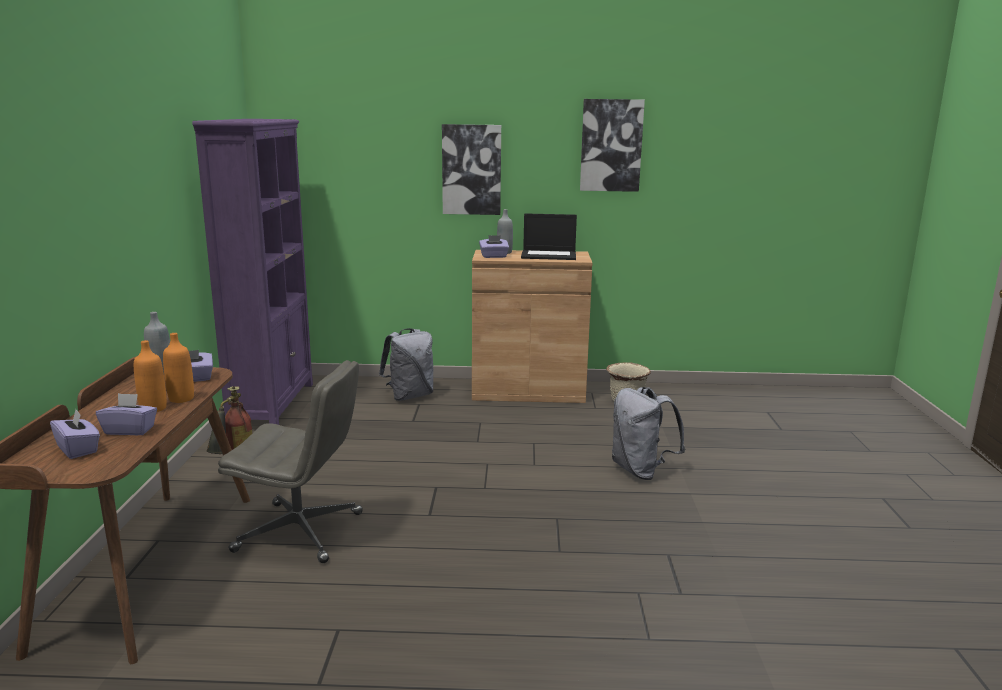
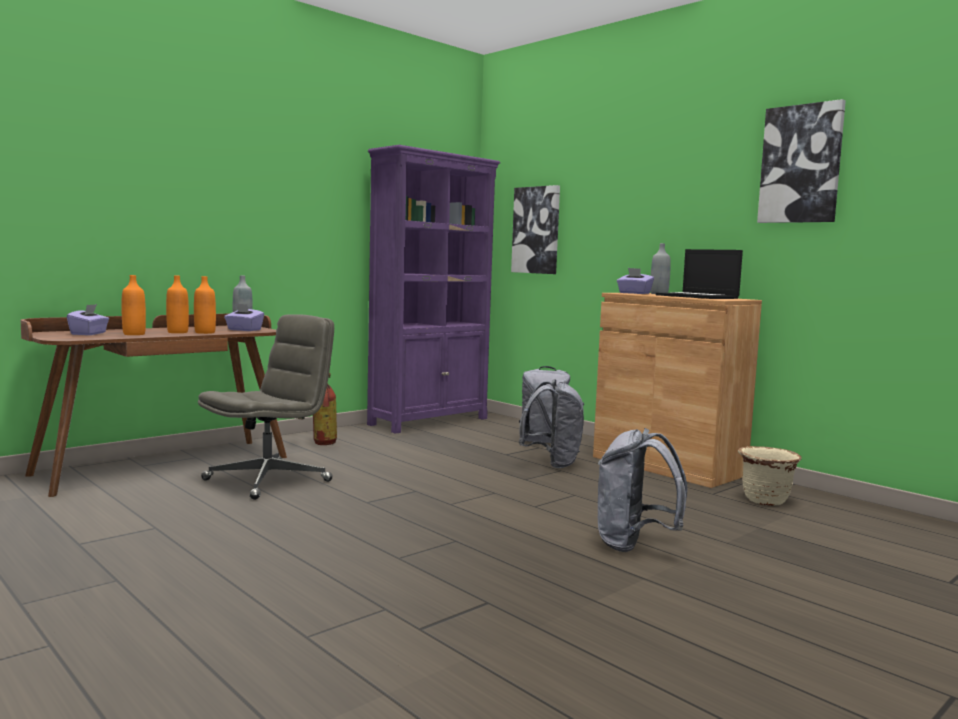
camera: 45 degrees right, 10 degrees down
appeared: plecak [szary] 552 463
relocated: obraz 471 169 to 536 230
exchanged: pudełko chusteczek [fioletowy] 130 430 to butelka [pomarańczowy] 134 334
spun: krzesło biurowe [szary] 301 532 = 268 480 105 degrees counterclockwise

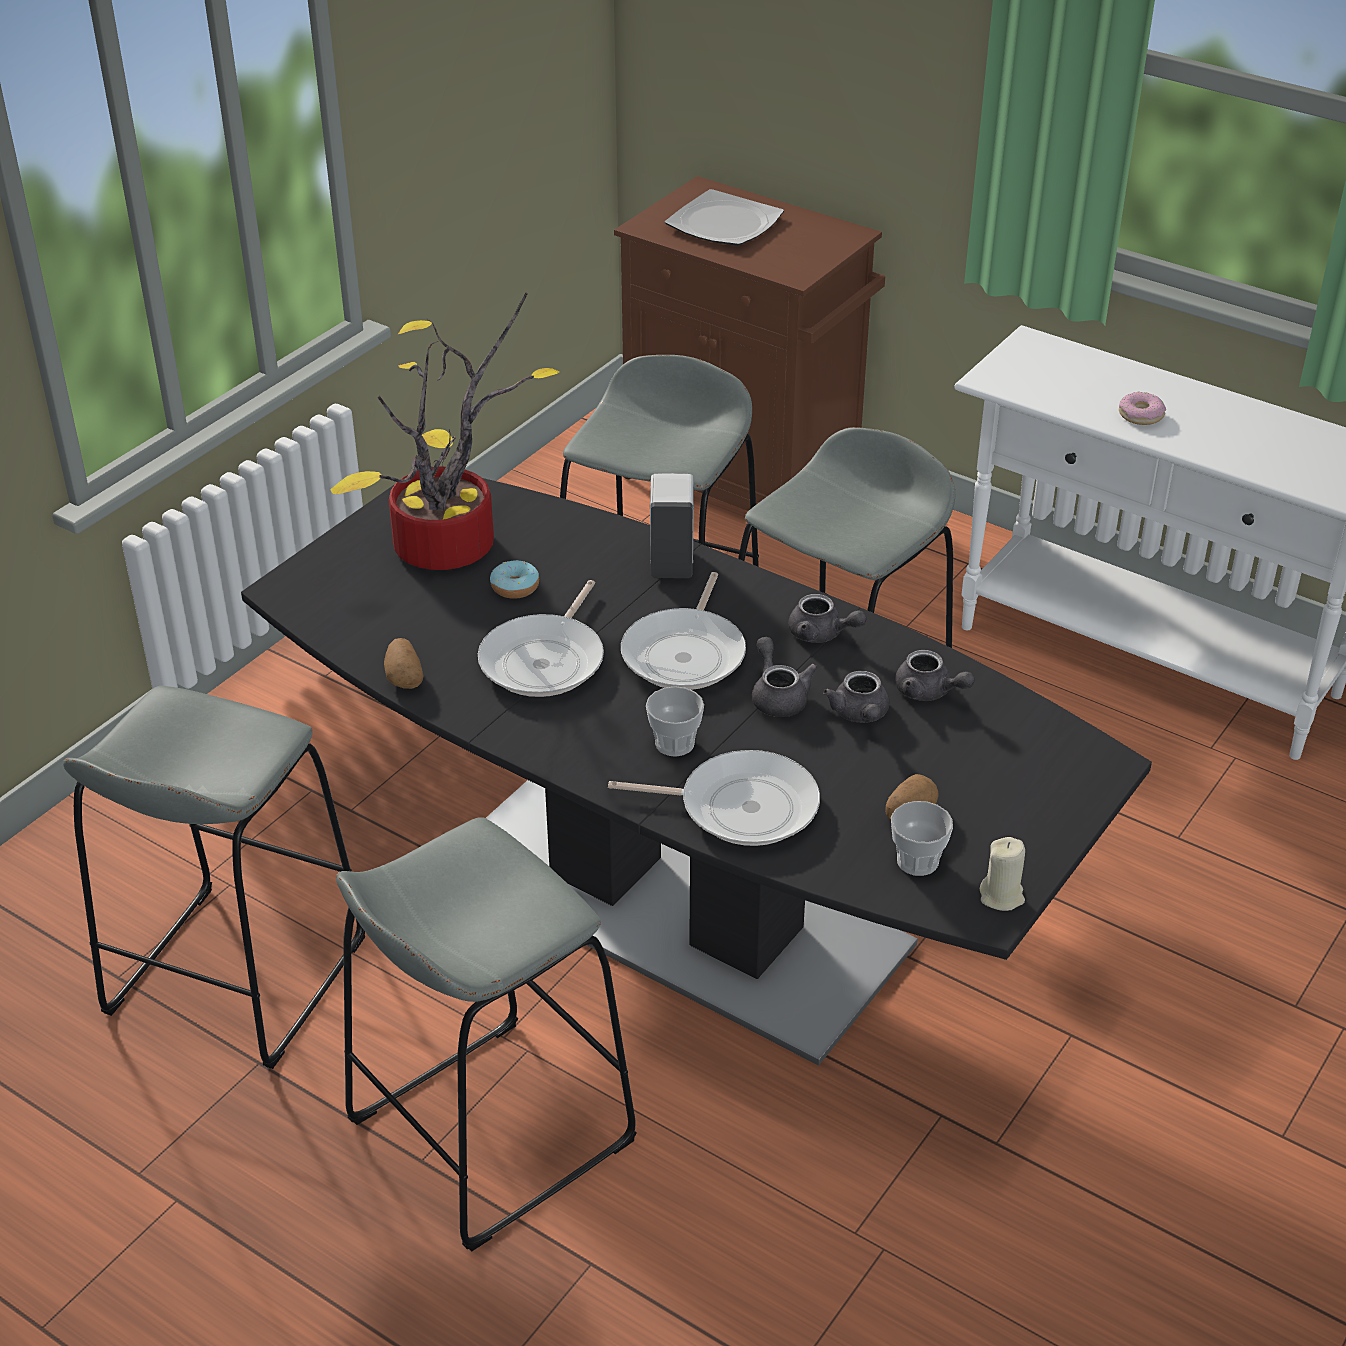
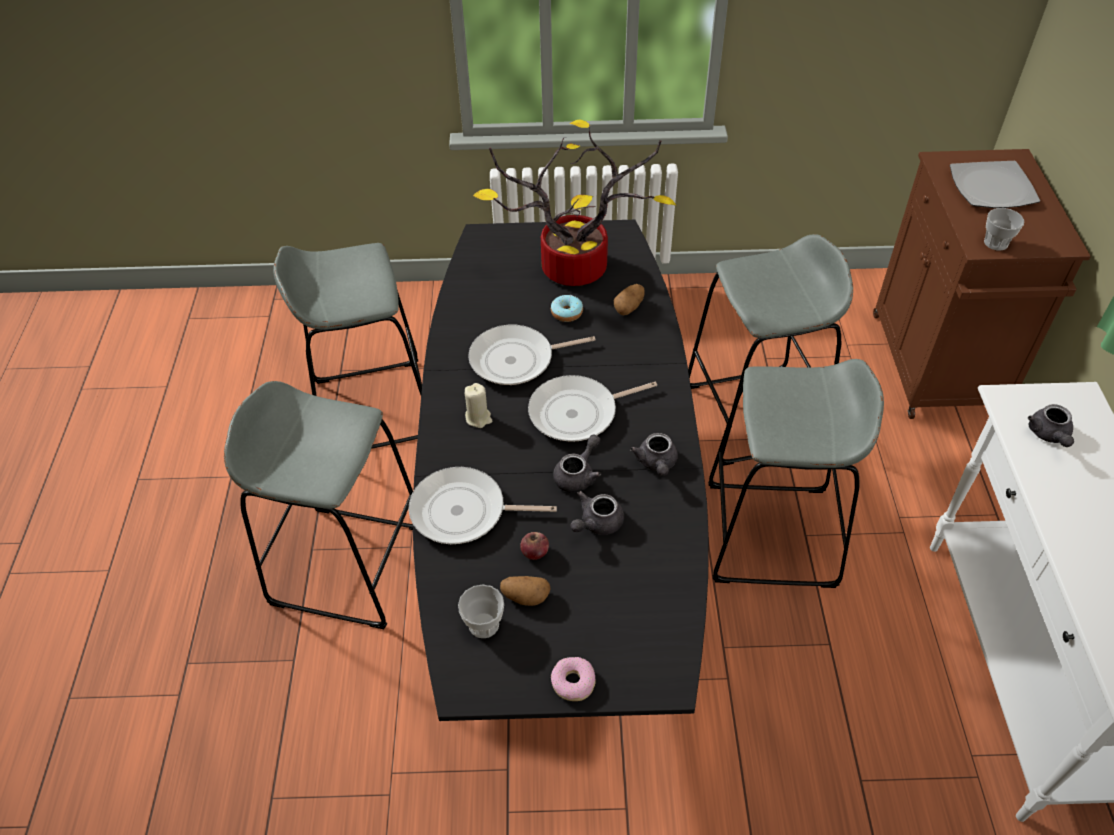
camera: 55 degrees right, 10 degrees up
missing: dozownik mydła [biały] 672 563
appeared: jabłko 535 552
relocated: ziemniak 404 677 to 629 307; filiżanka 674 743 to 996 243; imbryk [szary] 929 692 to 1049 435; świeca [beżowy] 1002 896 to 478 418; donut 1141 415 to 573 682
spun: patelnia 740 807 = 464 512 120 degrees clockwise

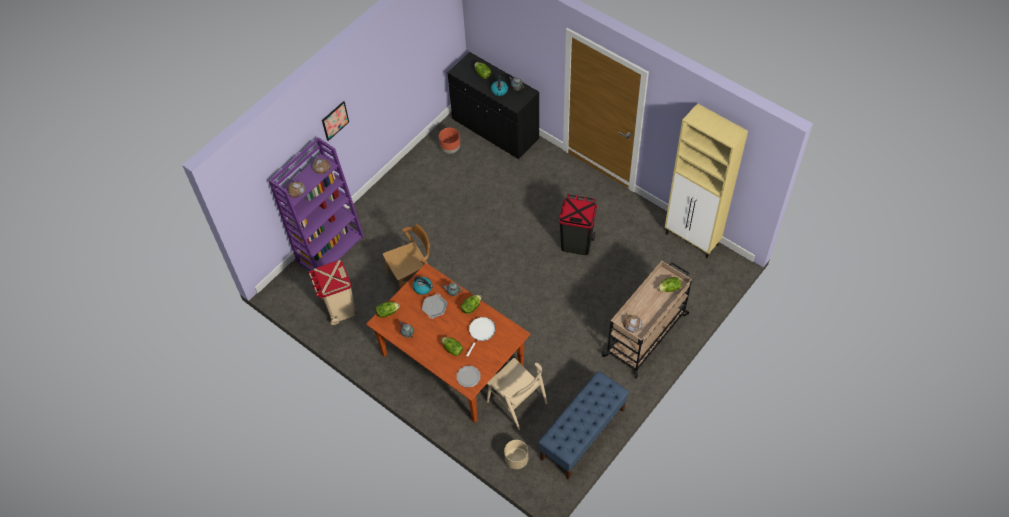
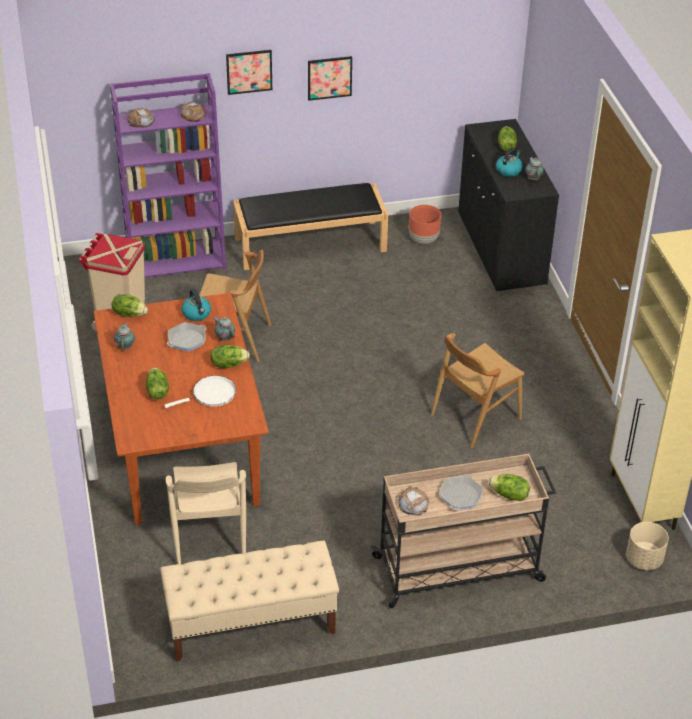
camera: 35 degrees right, 15 degrees down
missing: talerz 468 376
appeared: ławka [czarny] 311 244; obraz 329 78; patelnia 460 496
relocated: donica [beżowy] 516 459 to 643 559
exchanged: kosz na śmieci [czarny] 576 243 to krzesło [brązowy] 475 416
colour: ławka [niebieski] 582 434 to ławka [beżowy] 250 624

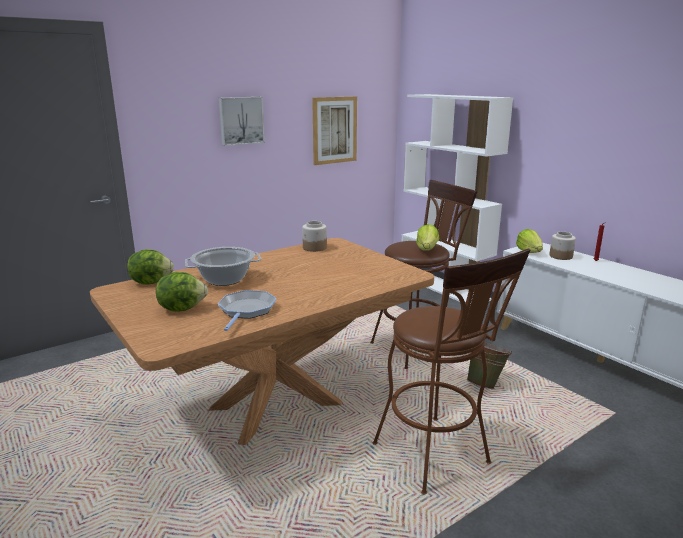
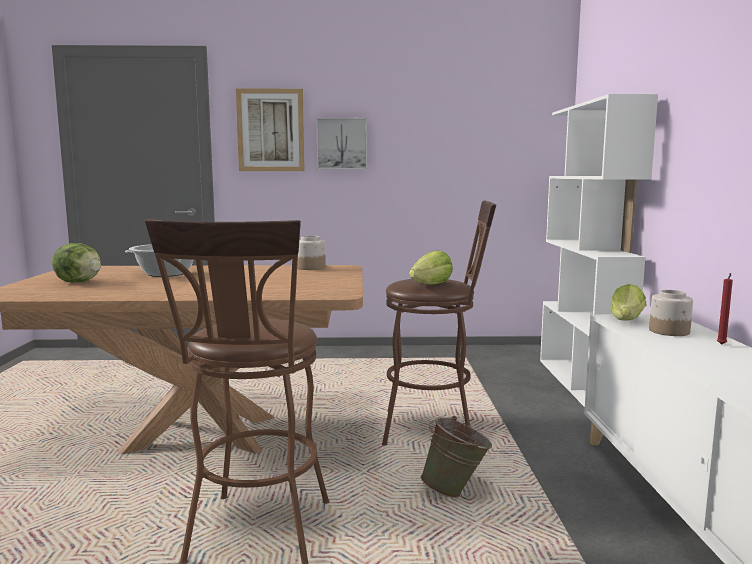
camera: 35 degrees right, 10 degrees down
missing: sałata 151 282; patelnia 246 310
relocated: obraz 334 130 to 270 130

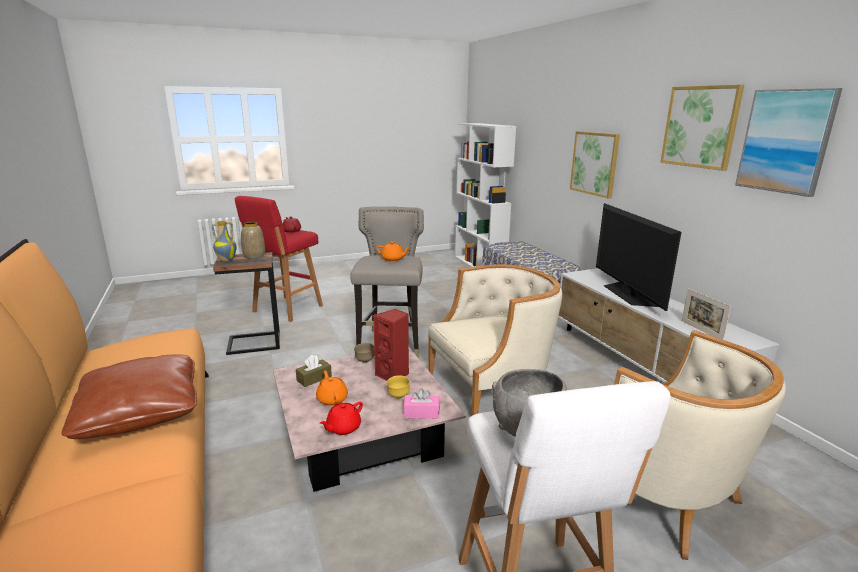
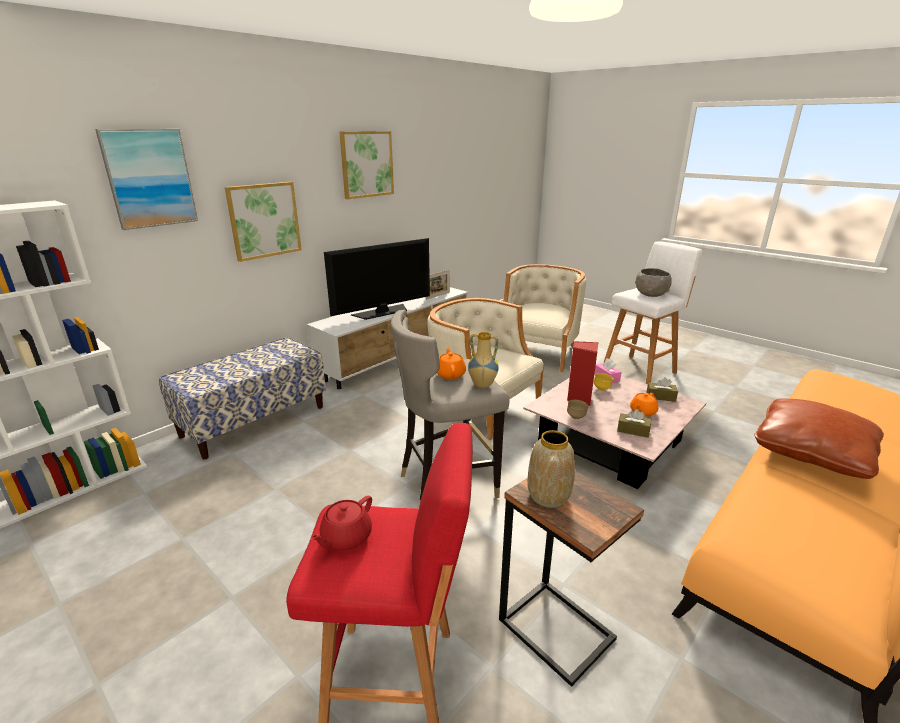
camera: 115 degrees left, 5 degrees up
relocated: wazon 226 260 to 482 385; obraz 785 141 to 149 178
exchanged: imbryk [czerwony] 343 428 to pudełko chusteczek [brązowy] 660 397

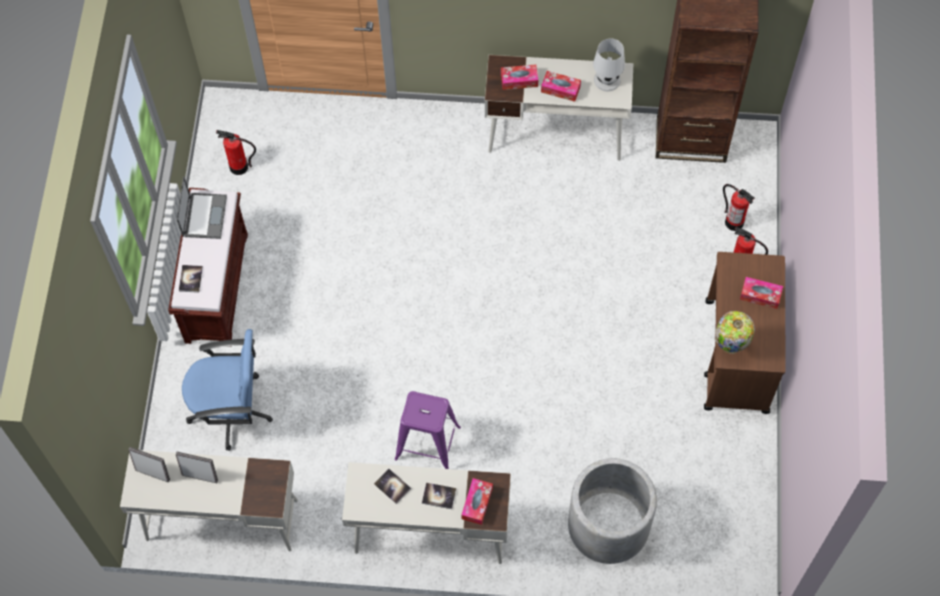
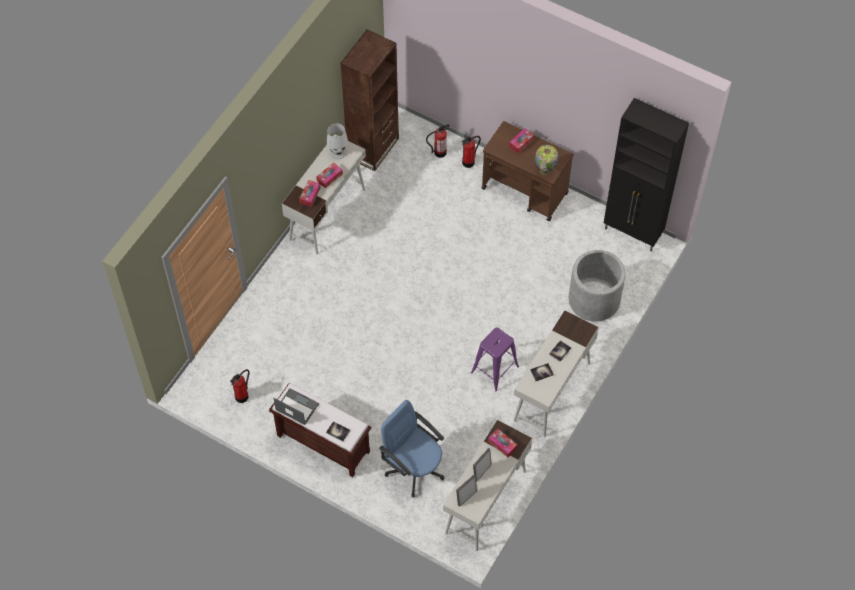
camera: 65 degrees left, 5 degrees down
appeared: szafka [czarny] 633 233
relocated: pudełko chusteczek 477 503 to 502 445
spun: krzesło biurowe [niebieski] 232 409 = 414 468 75 degrees counterclockwise

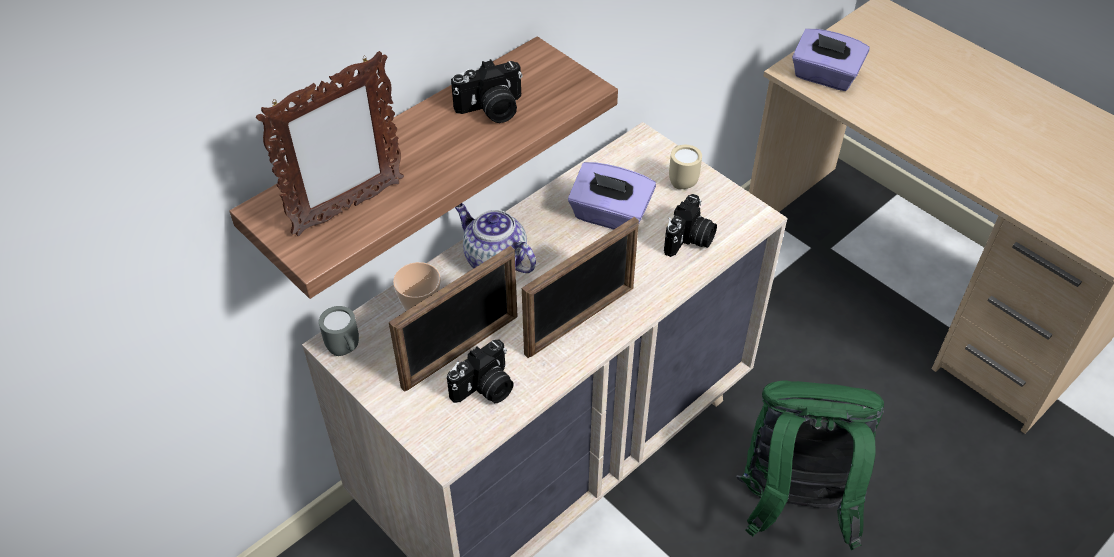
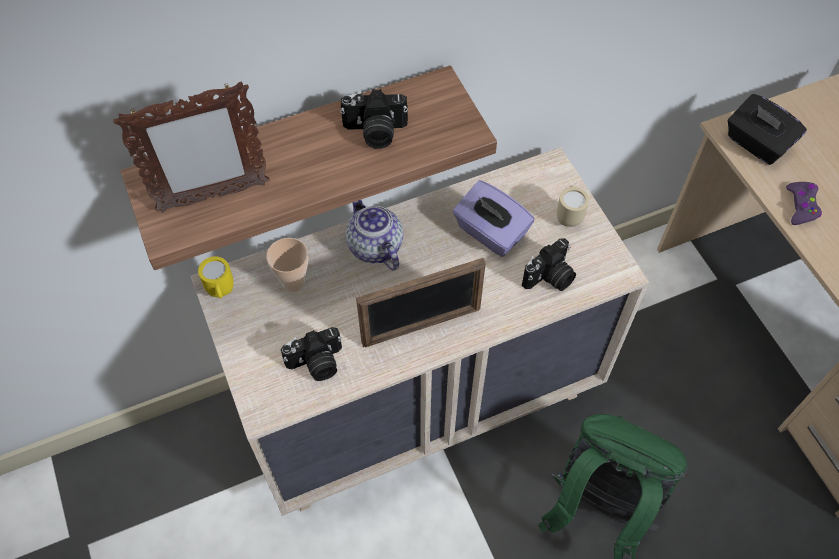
camera: 20 degrees right, 10 degrees up
missing: ramka na zdjęcie 461 351
appeared: pad do gier [fioletowy] 801 206
colour: kubek [szary] 346 351 to kubek [żółty] 221 293; pudełko chusteczek [fioletowy] 824 76 to pudełko chusteczek [czarny] 756 144

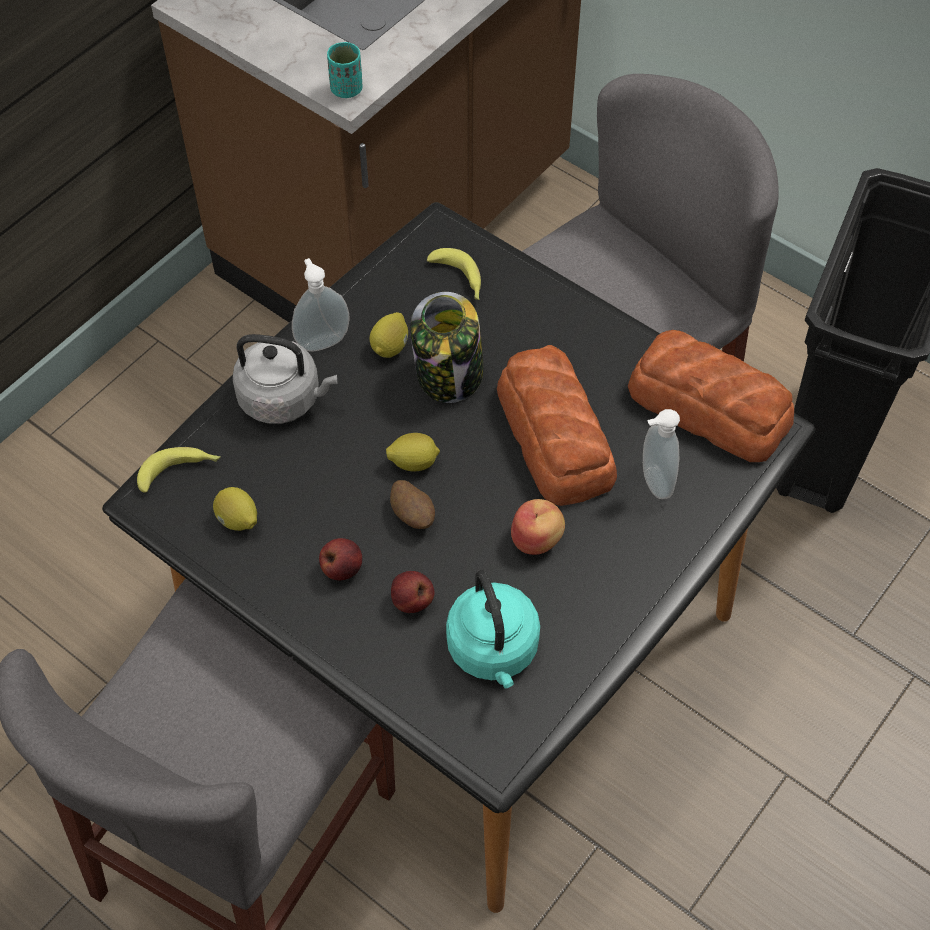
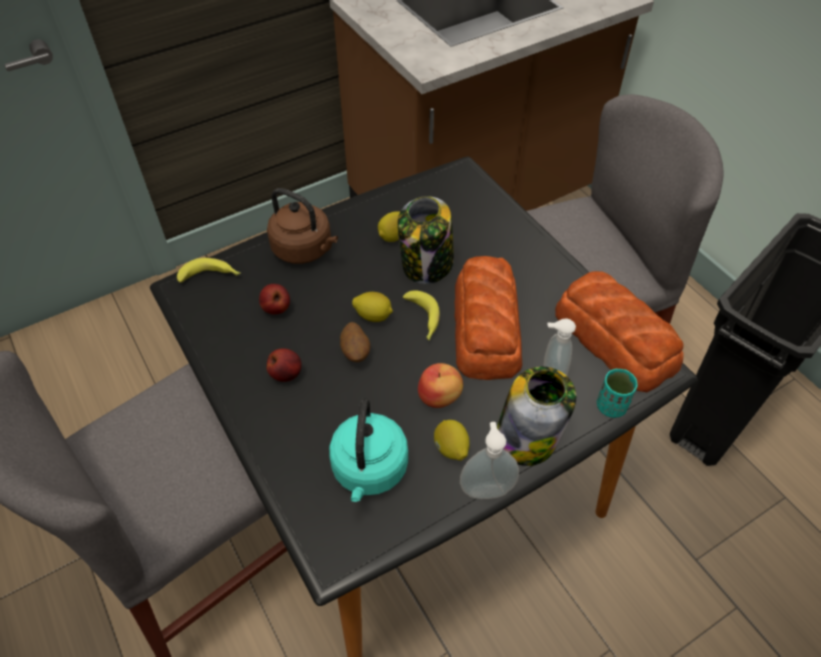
camera: 20 degrees right, 5 degrees down
appeared: słoik 527 437
relocated: cytryna 237 520 to 451 448; dozownik mydła 322 340 to 486 488; filiżanka [turkusowy] 346 89 to 611 406; jabłko 412 602 to 276 309; banan 459 280 to 423 320
colour: czajnik [szary] 284 399 to czajnik [brązowy] 305 249

